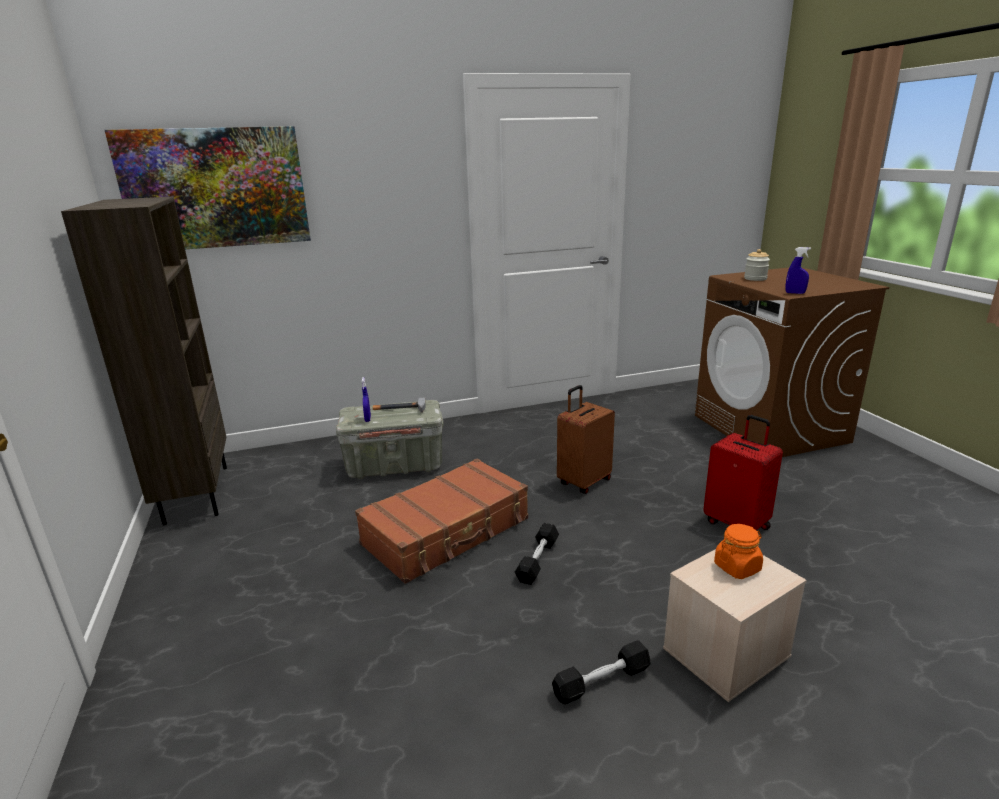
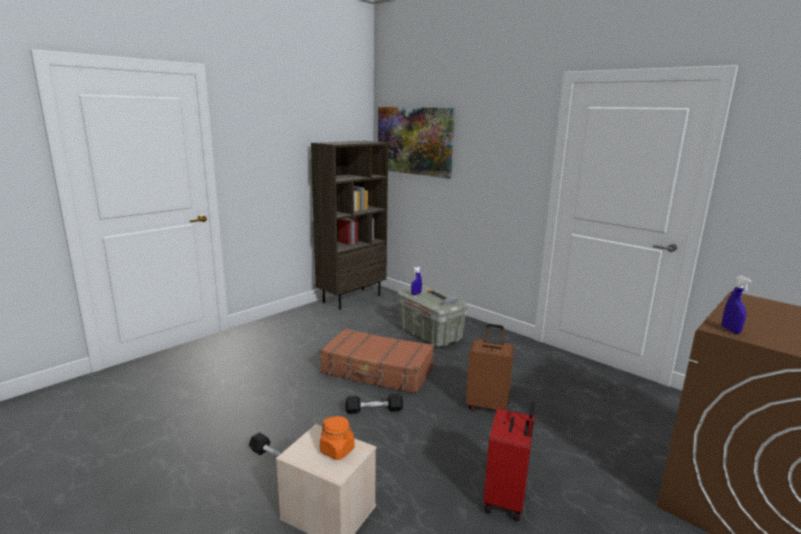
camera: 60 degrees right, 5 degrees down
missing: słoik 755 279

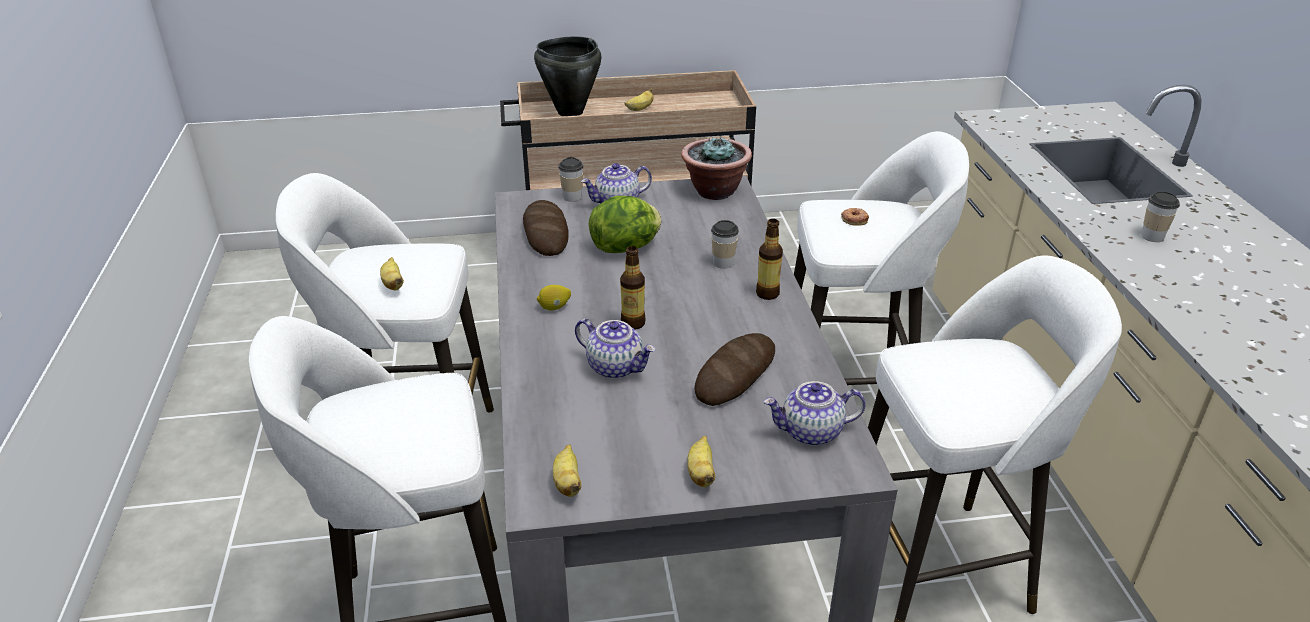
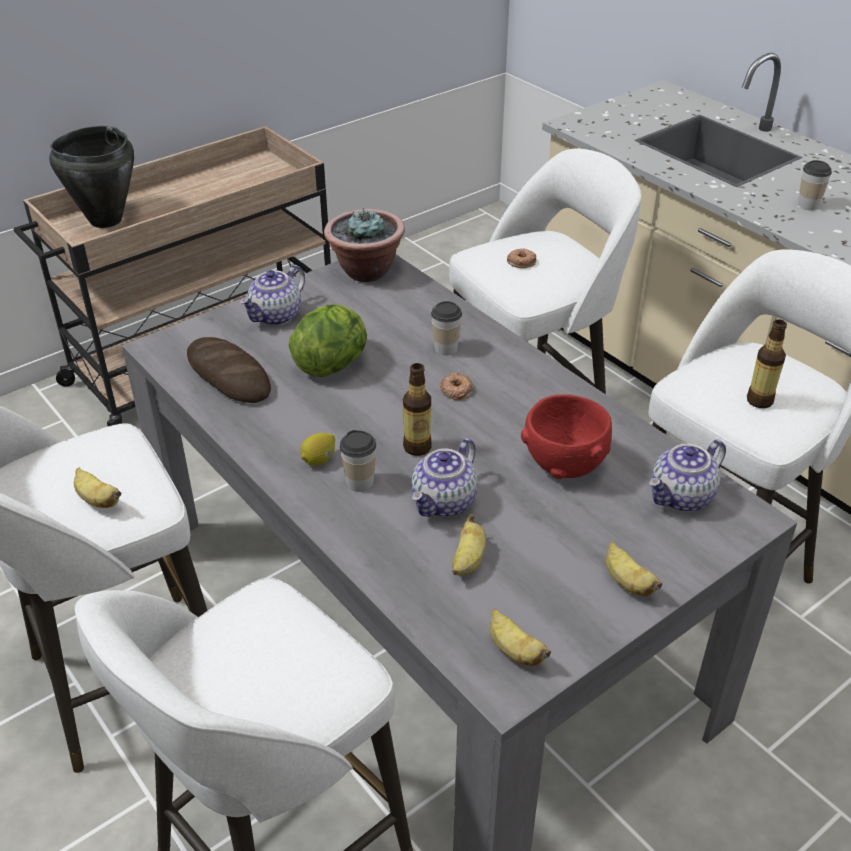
camera: 30 degrees left, 5 degrees up
appeared: donut 456 390
relocated: filiżanka 572 197 to 360 482; banan 640 109 to 468 561; butelka 767 294 to 759 401
exchanged: chleb 735 374 to miska [czerwony] 564 465
spun: imbryk 616 367 = 444 502 120 degrees clockwise

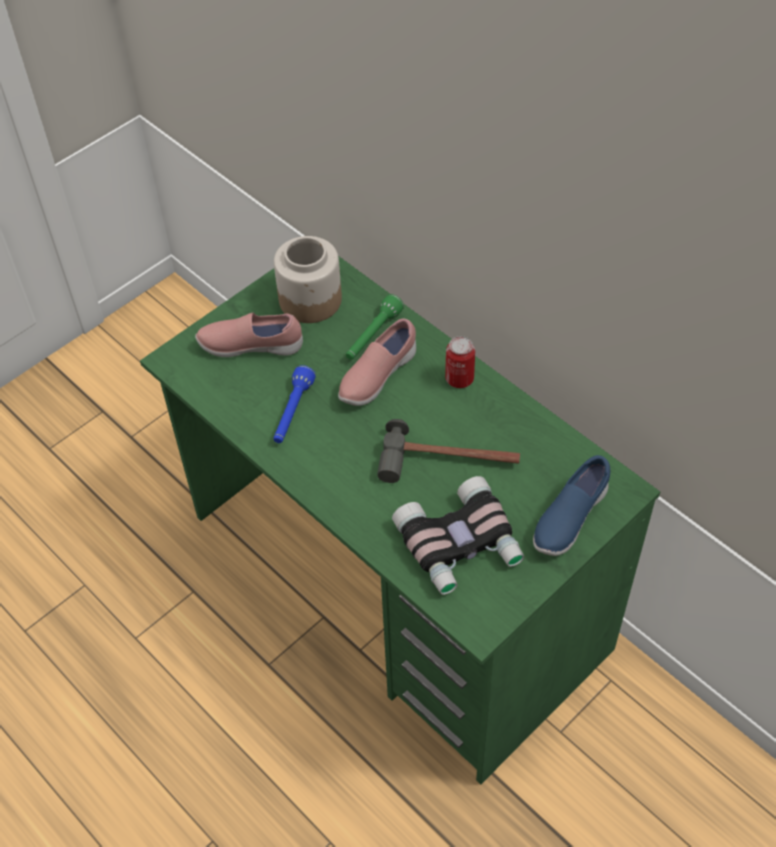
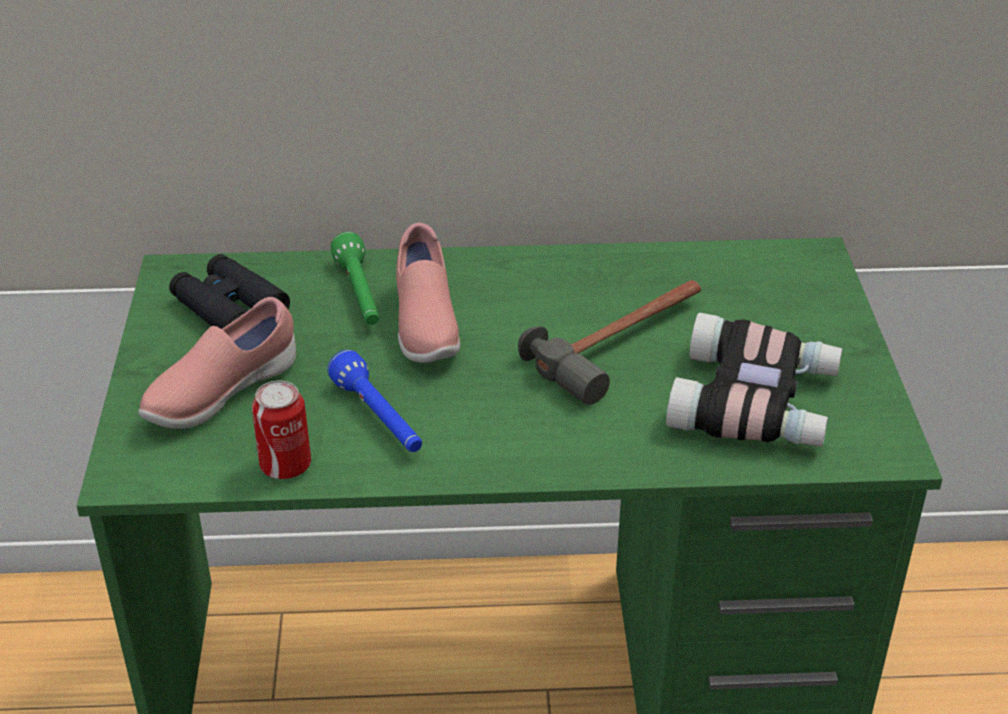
camera: 50 degrees left, 15 degrees down
missing: but [niebieski] 569 518
relocated: puszka 459 379 to 285 466
exchanged: słoik 311 300 to lornetka [czarny] 229 308

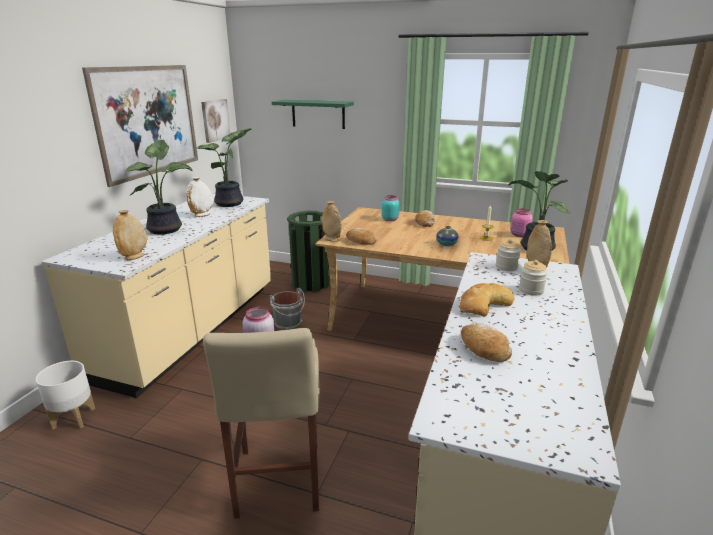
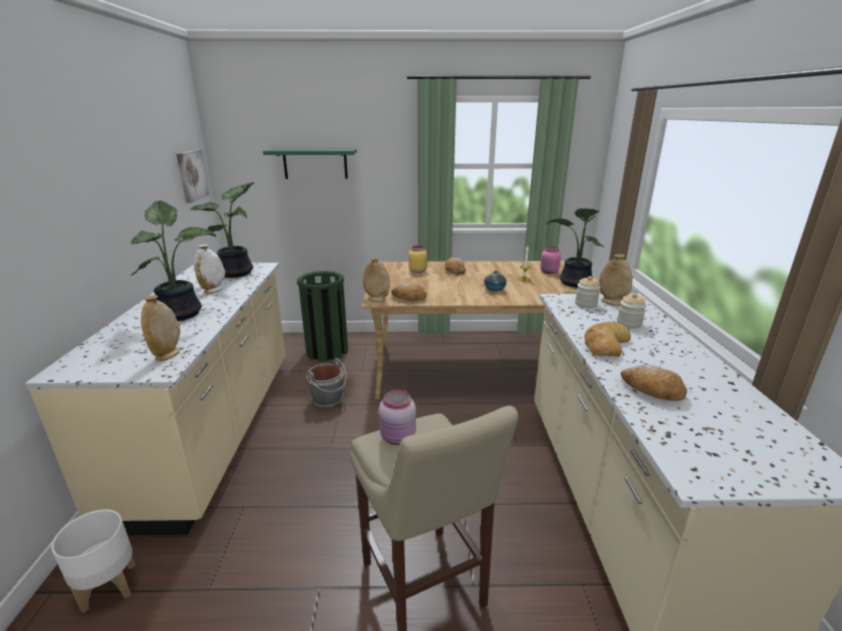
camera: 20 degrees left, 0 degrees up
missing: obraz 148 121
colour: słoik [turkusowy] 390 219 to słoik [żółty] 417 271

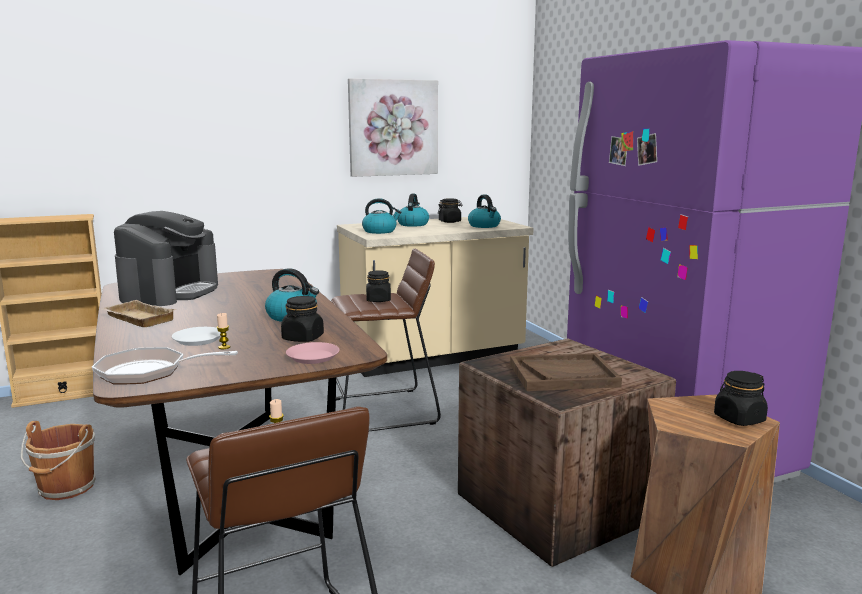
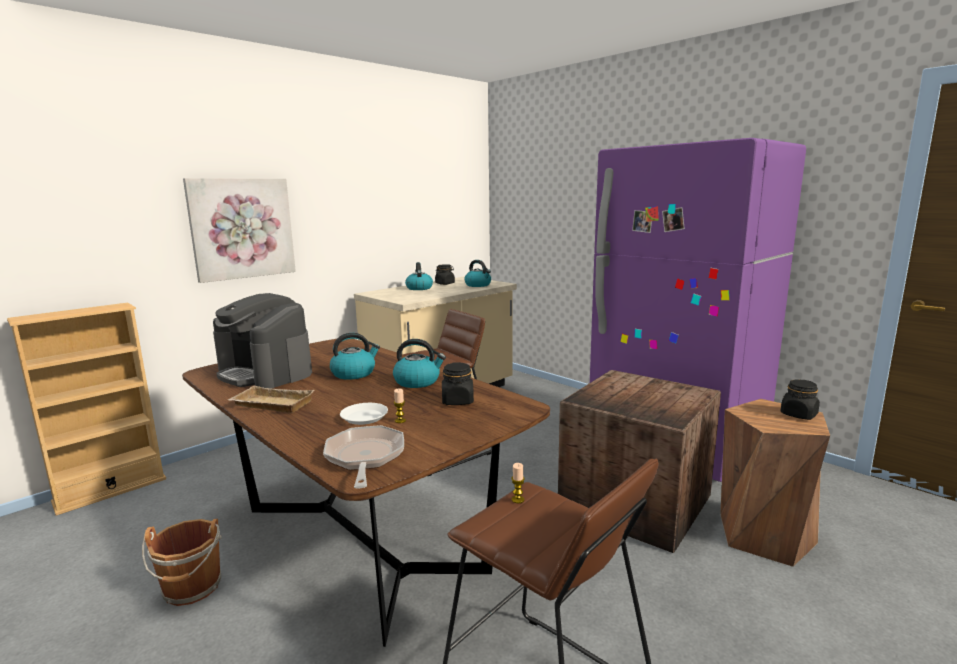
camera: 20 degrees left, 0 degrees up
missing: talerz [różowy] 313 357; słoik [czarny] 378 300; taca [brązowy] 563 375
relocated: obraz 393 128 to 242 228; czajnik 380 231 to 354 373
spun: patelnia 149 372 = 365 458 105 degrees clockwise; ekspres do kawy 170 292 = 265 373 135 degrees clockwise

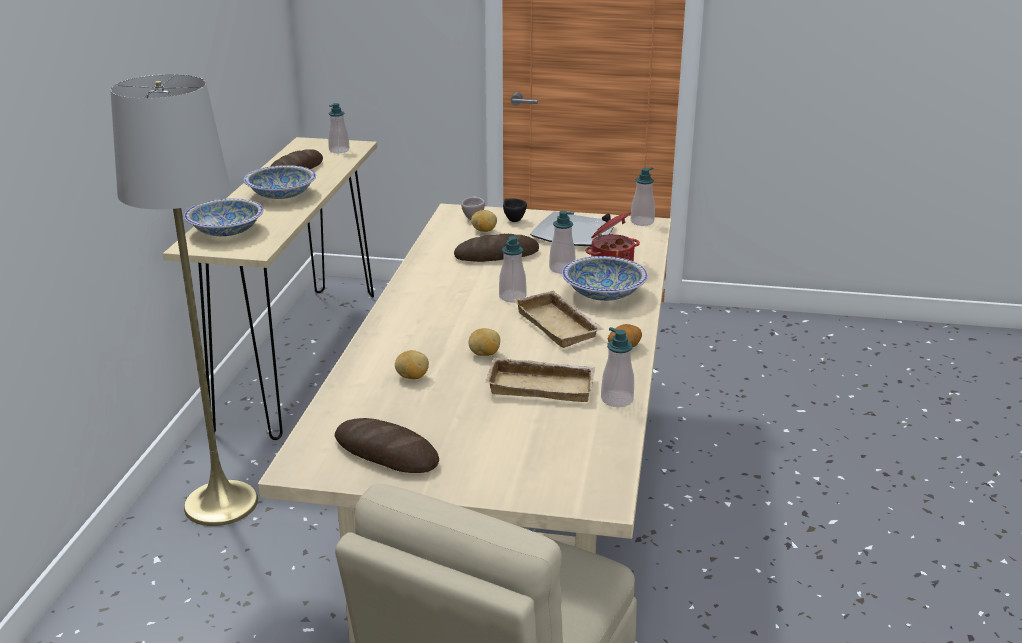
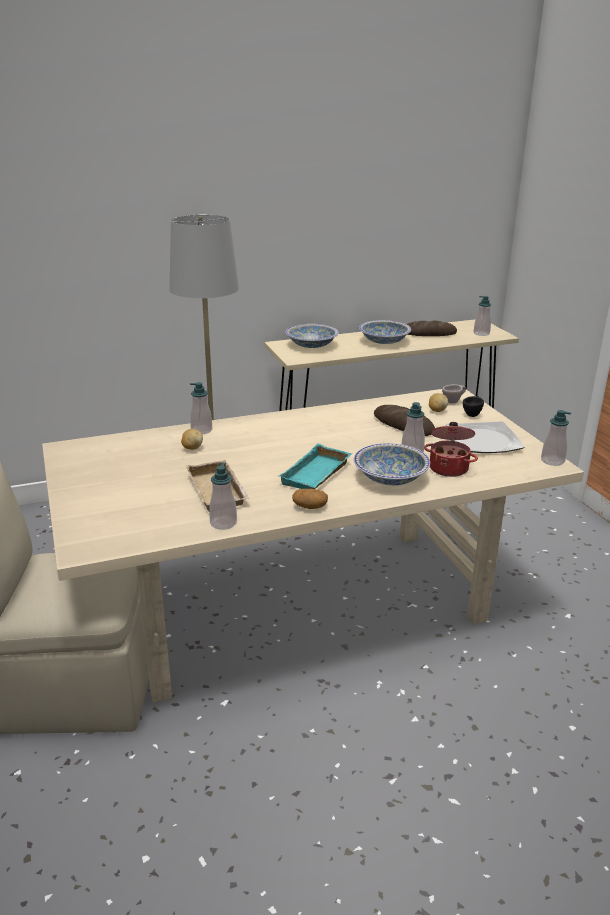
camera: 60 degrees right, 0 degrees up
missing: chleb 386 452; ziemniak 484 354
relocated: dozownik mydła 512 297 to 201 430
colour: taca [beżowy] 560 325 to taca [turkusowy] 317 475

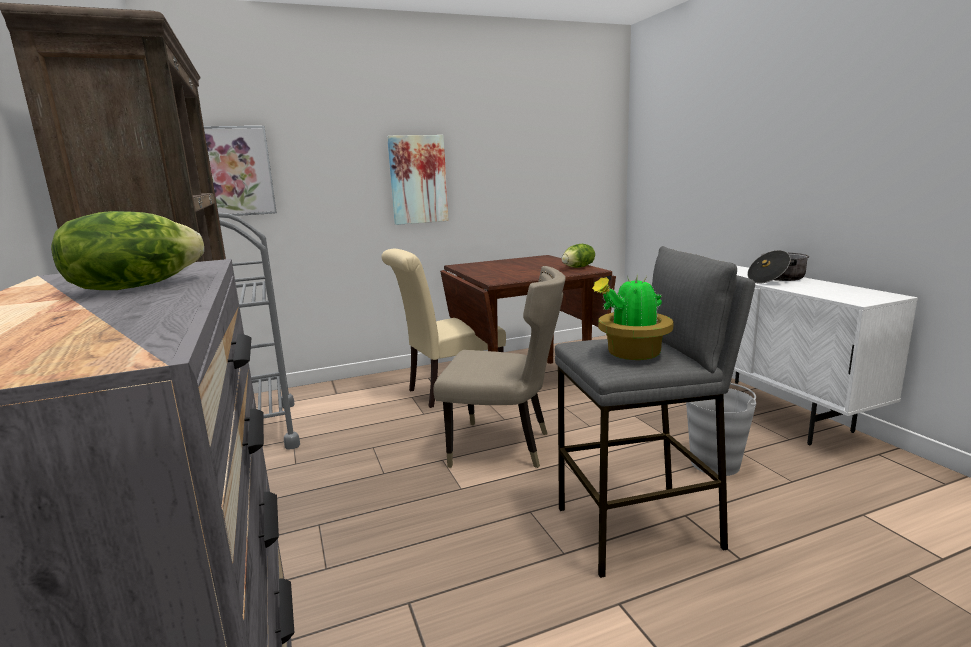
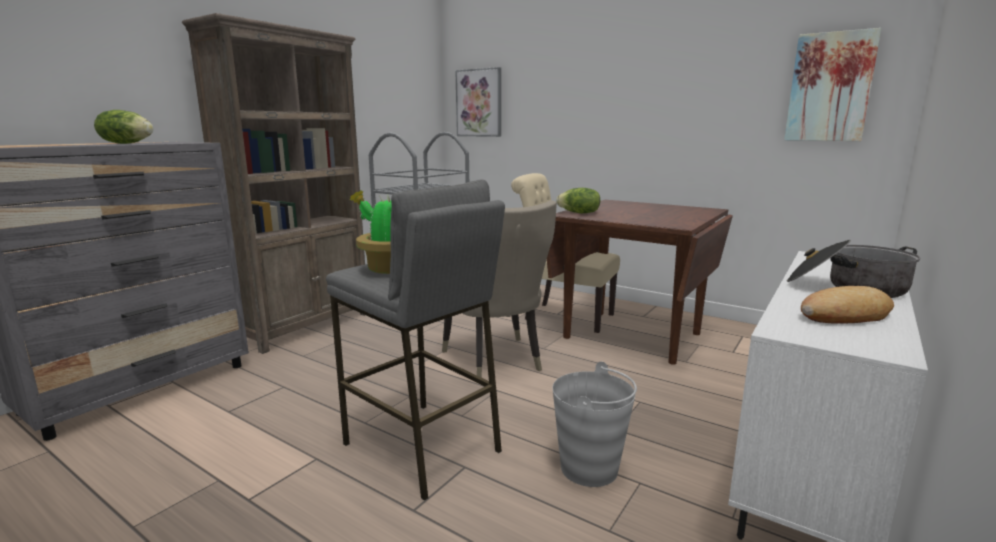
camera: 55 degrees right, 0 degrees up
appeared: chleb 845 315
relocated: obraz 418 179 to 830 87; sałata 578 267 to 579 213

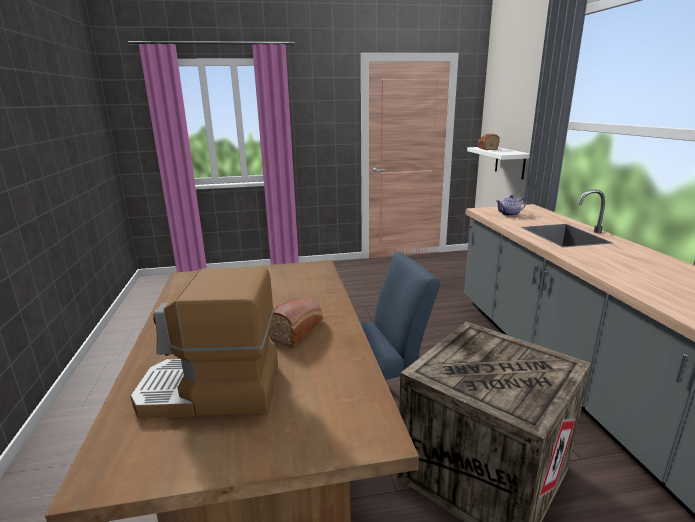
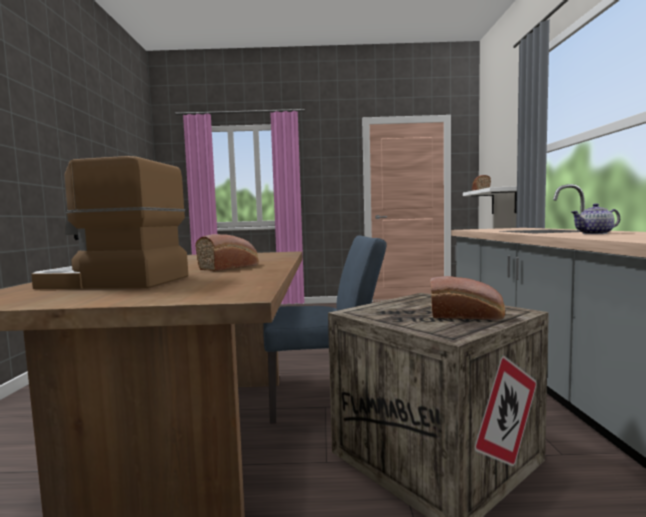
camera: 10 degrees right, 15 degrees down
appeared: chleb 467 315
relocated: imbryk 509 214 to 595 233

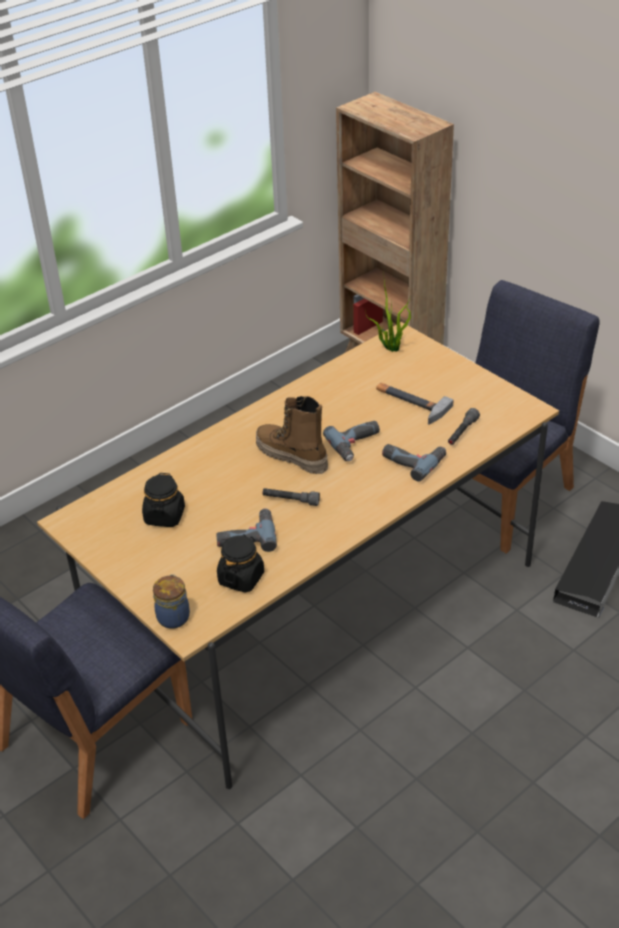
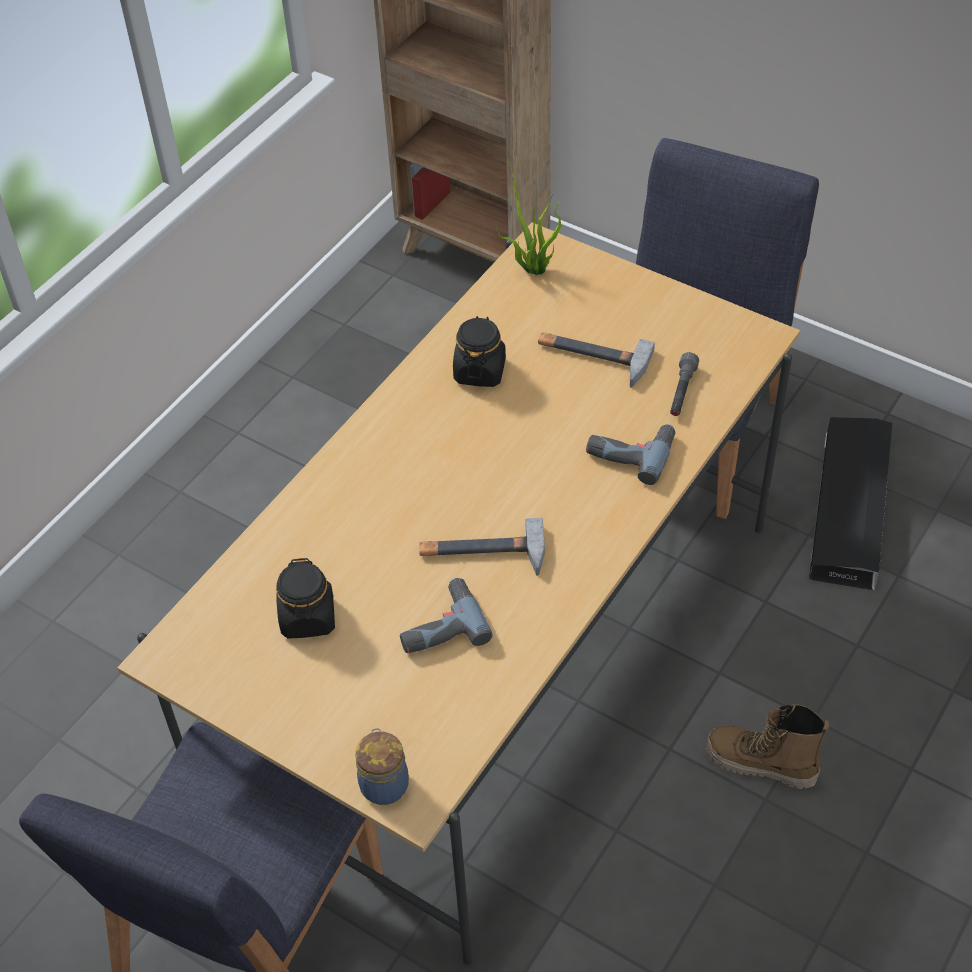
camera: 15 degrees left, 10 degrees up
missing: wiertarka 357 445
relocated: słoik [czarny] 241 578 to 479 371; but z cholewką 291 457 to 760 765
exchanged: latarka [szary] 290 500 to młotek 482 553

